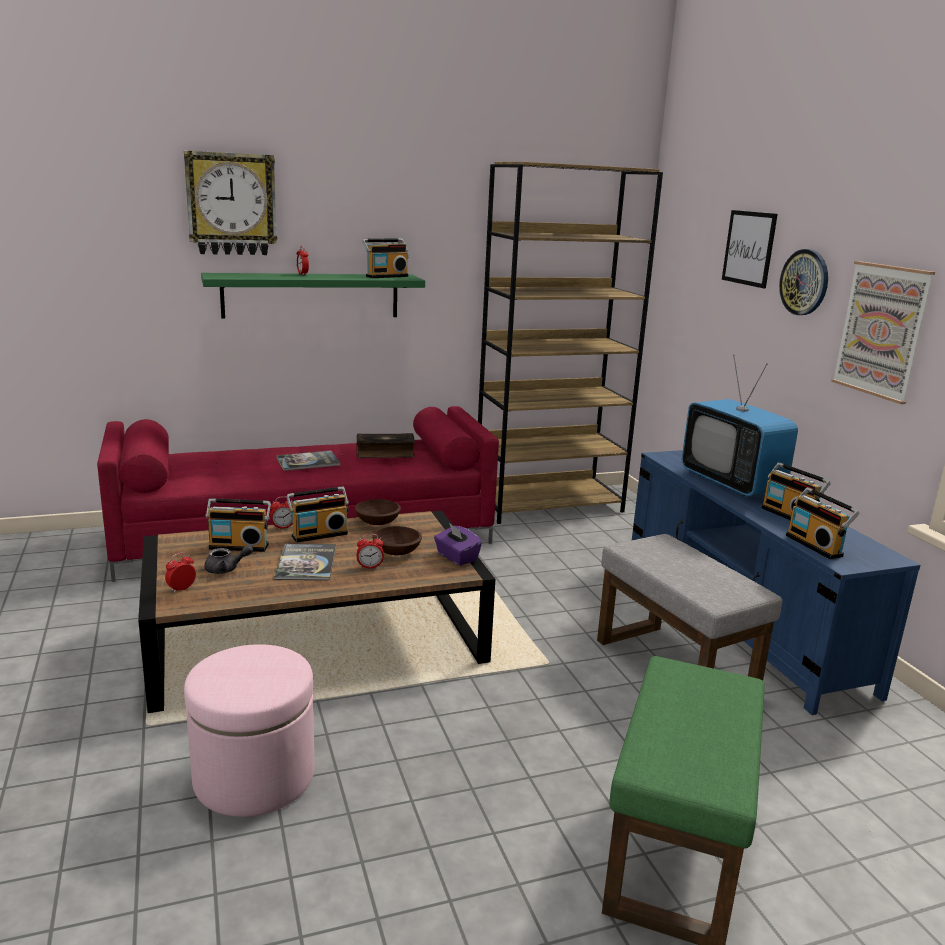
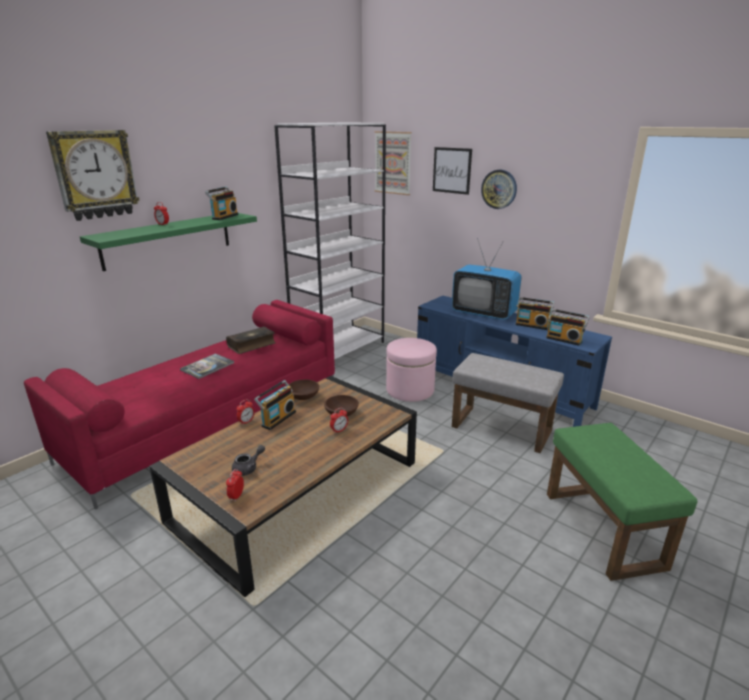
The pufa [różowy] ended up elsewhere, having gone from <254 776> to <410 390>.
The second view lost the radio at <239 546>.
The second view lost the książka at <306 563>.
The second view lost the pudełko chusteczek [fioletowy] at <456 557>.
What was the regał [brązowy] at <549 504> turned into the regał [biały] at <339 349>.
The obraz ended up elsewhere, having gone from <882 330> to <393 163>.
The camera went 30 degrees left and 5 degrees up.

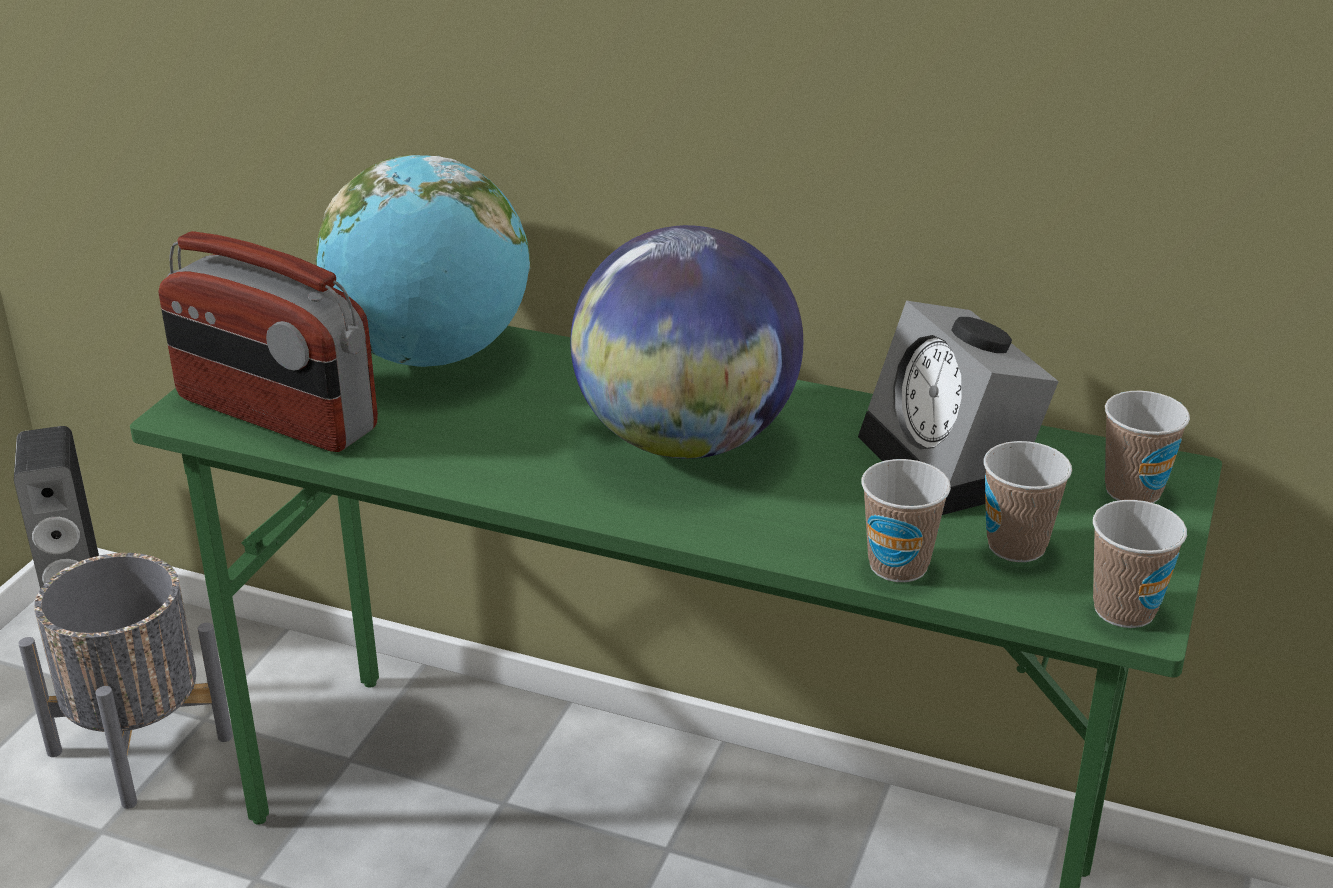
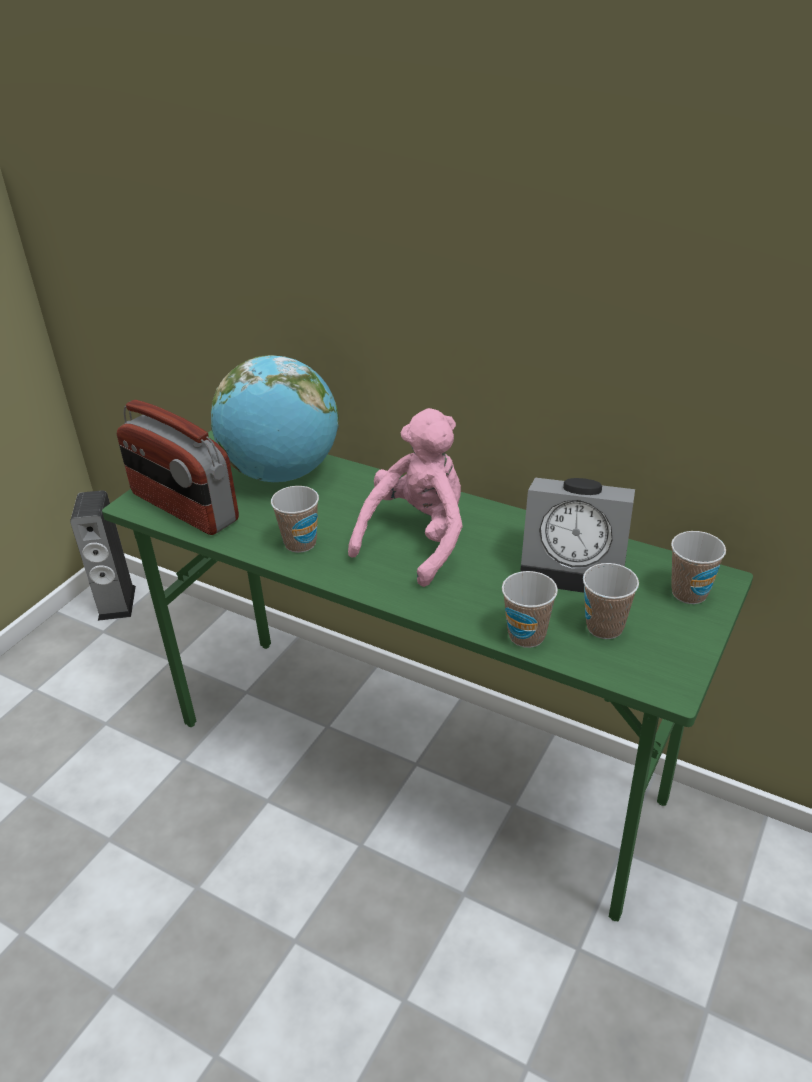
The second view lost the donica [szary] at <140 744>.
Where the globus stood at <686 441>, the pluszak [różowy] came to stand at <418 540>.
The budzik at <952 465> ended up facing another way, 60 degrees counterclockwise from before.
The filiżanka ended up elsewhere, having gone from <1124 610> to <300 543>.
The camera went 10 degrees right and 5 degrees up.

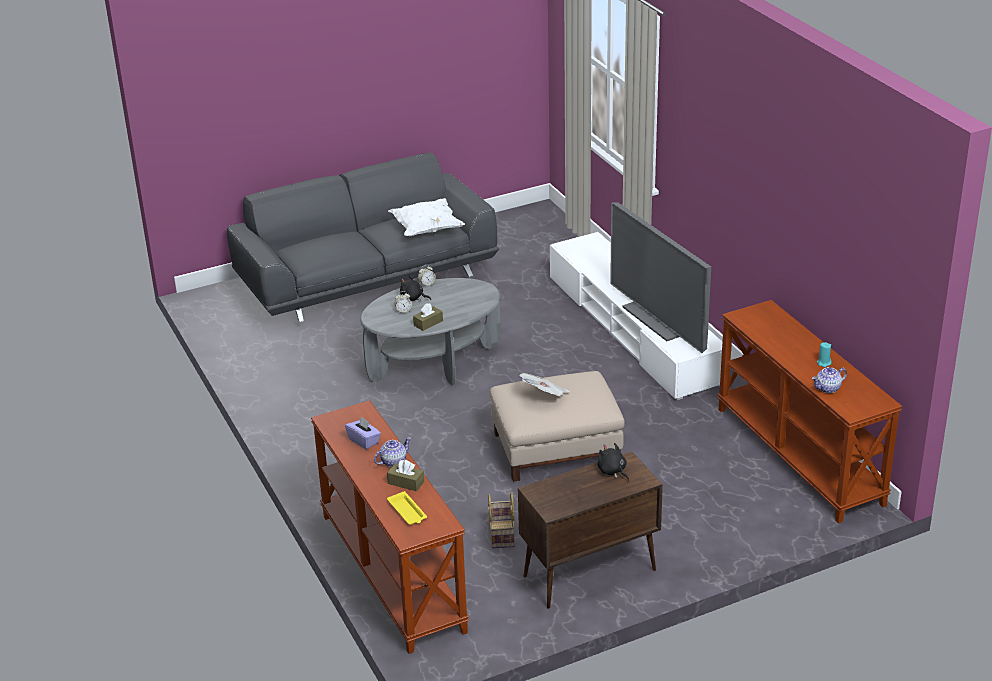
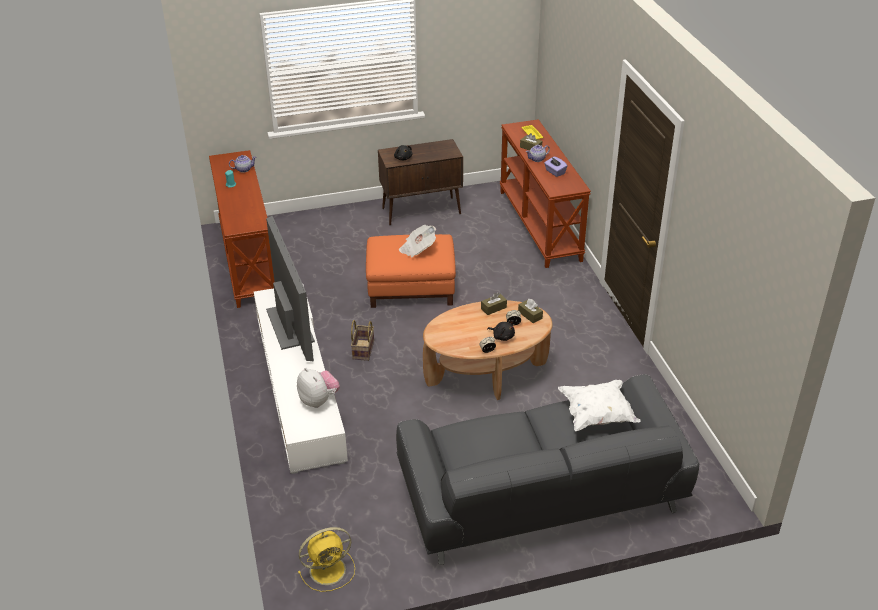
What was the ława [szary] at <434 363> turned into the ława [brązowy] at <486 374>.
The poduszka [biały] ended up elsewhere, having gone from <426 230> to <597 415>.
The koszyk ended up elsewhere, having gone from <502 535> to <362 349>.
What was the pufa [beżowy] at <556 449> turned into the pufa [pomarańczowy] at <411 287>.
The second view gained the pluszak at <319 400>.
The second view gained the wentylator [żółty] at <329 569>.
The second view gained the pudełko chusteczek [brązowy] at <530 315>.
The camera went 170 degrees left and 5 degrees up.

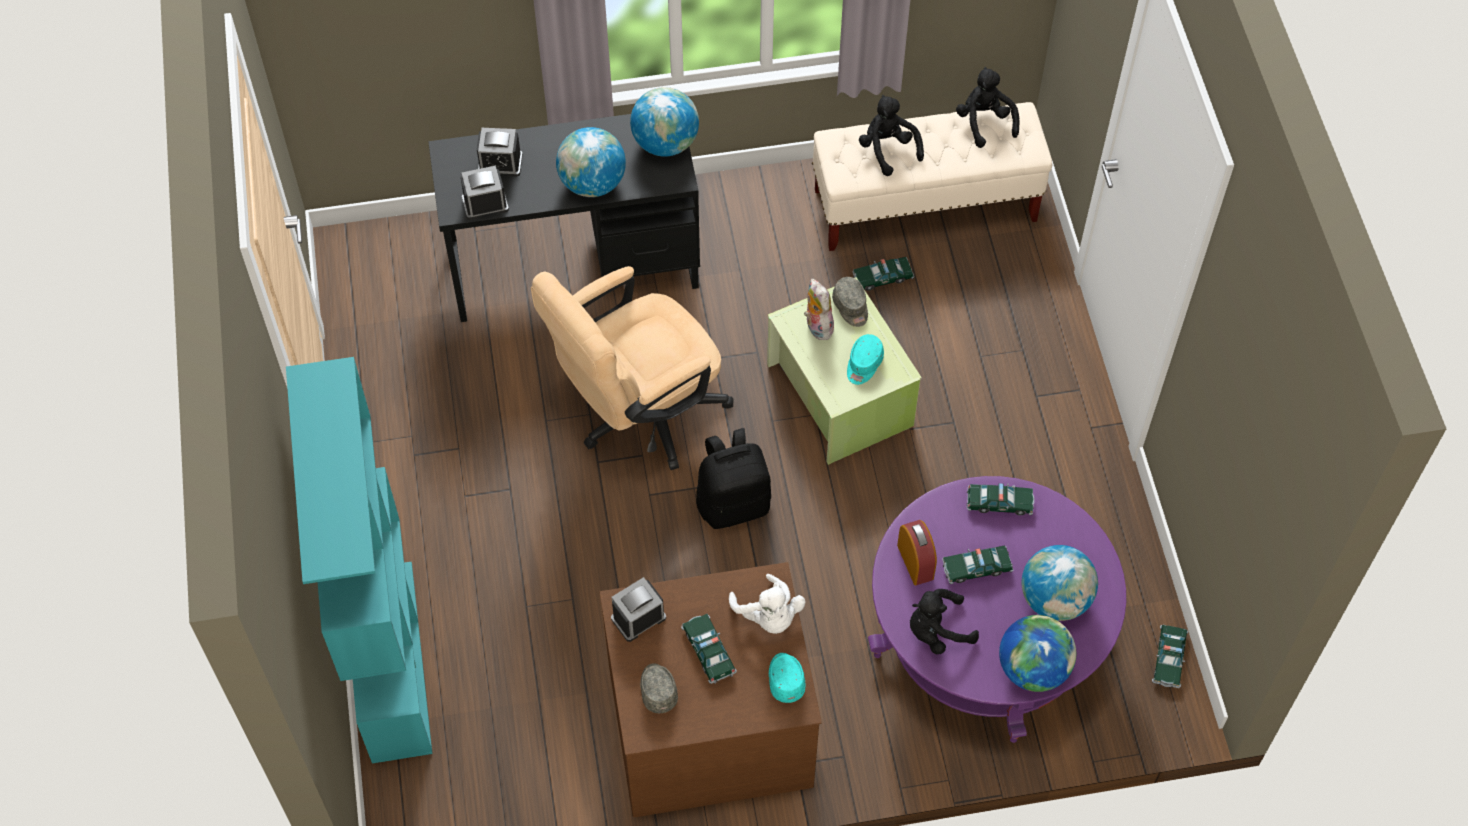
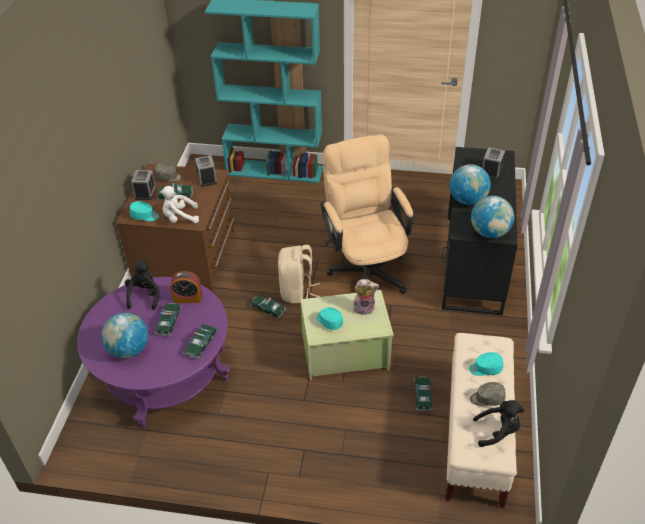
The budzik ended up elsewhere, having gone from <485 204> to <145 192>.
What was the plecak [czarny] at <733 503> turned into the plecak [beżowy] at <297 291>.
The czapka z daszkiem [szary] ended up elsewhere, having gone from <851 307> to <487 399>.
Where the pluszak [czarny] stood at <888 149>, the czapka z daszkiem [turkusowy] came to stand at <485 368>.
The second view lost the globus at <1033 669>.
The samochodzik ended up elsewhere, having gone from <1168 659> to <268 309>.
The camera went 110 degrees right and 15 degrees down.

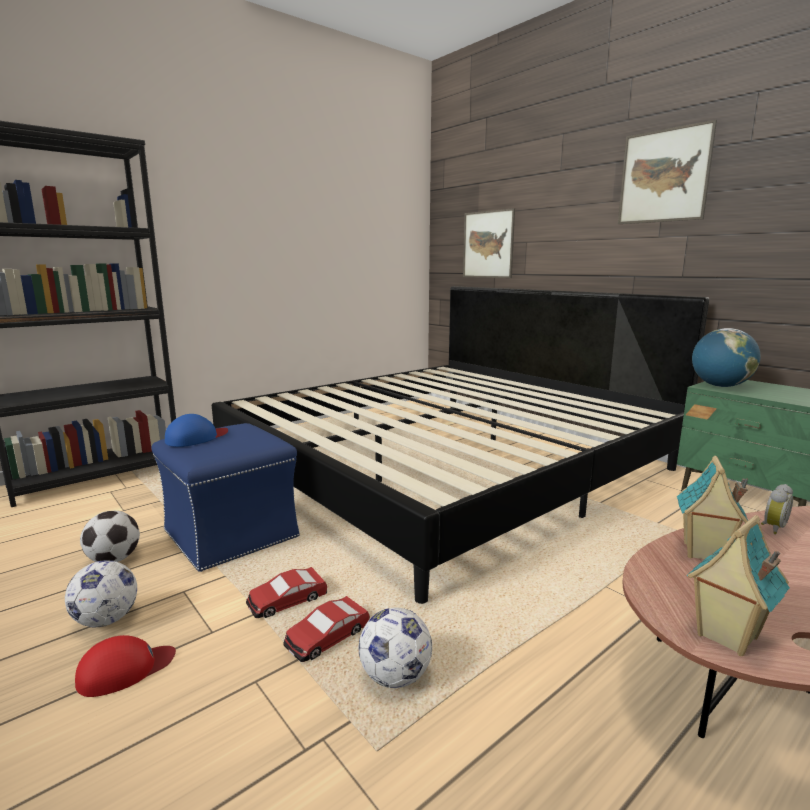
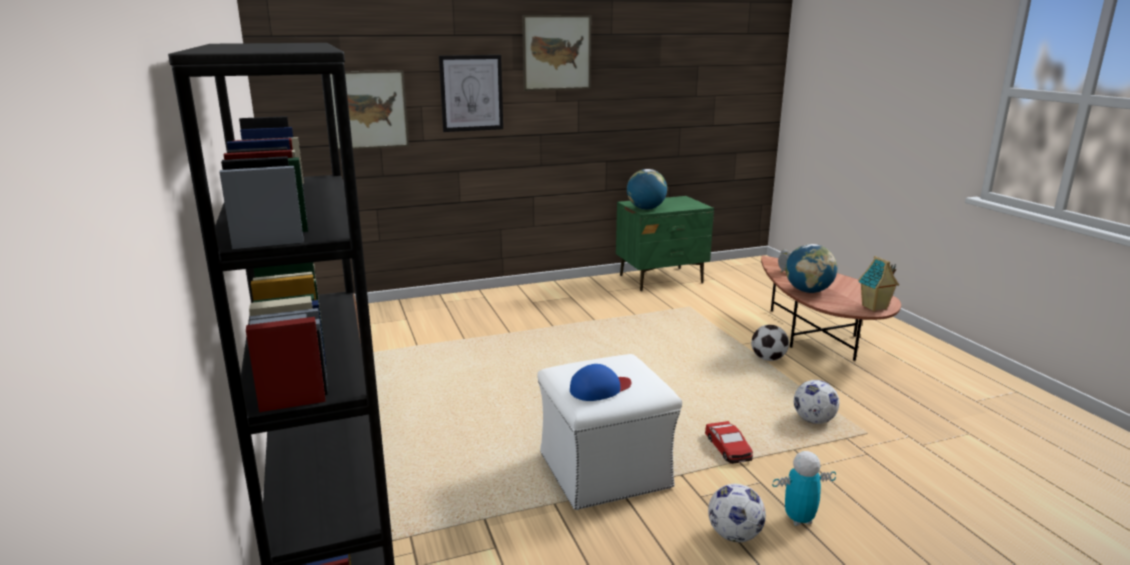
Where the czapka z daszkiem [czerwony] stood at <125 669>, the robot zabawkowy came to stand at <799 519>.
The piłka futbolowa ended up elsewhere, having gone from <114 559> to <768 359>.
What was the pufa [niebieski] at <232 534> turned into the pufa [biały] at <606 470>.
The czapka z daszkiem [niebieski] at <196 438> ended up facing another way, 90 degrees clockwise from before.
The second view lost the łóżko at <445 464>.
The second view lost the samochodzik at <327 637>.
Where the domek stood at <703 553>, the globus came to stand at <808 291>.
The second view gained the obraz at <471 93>.
The camera went 70 degrees left and 5 degrees up.

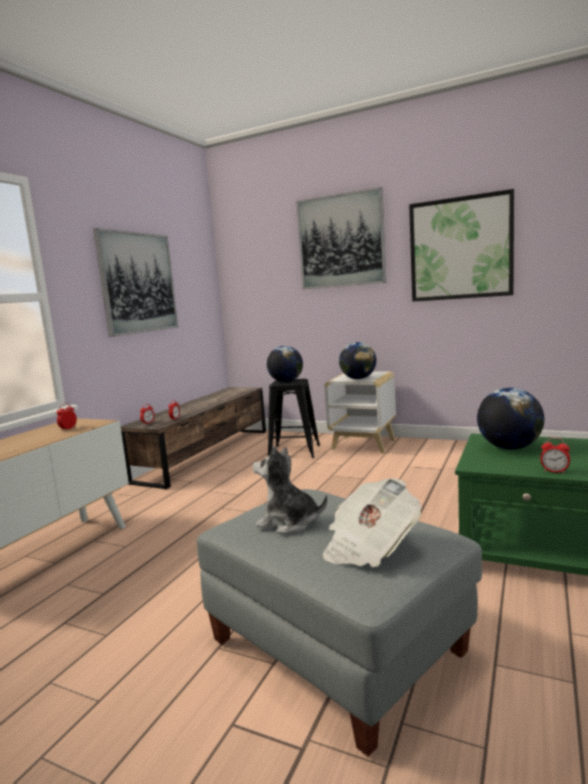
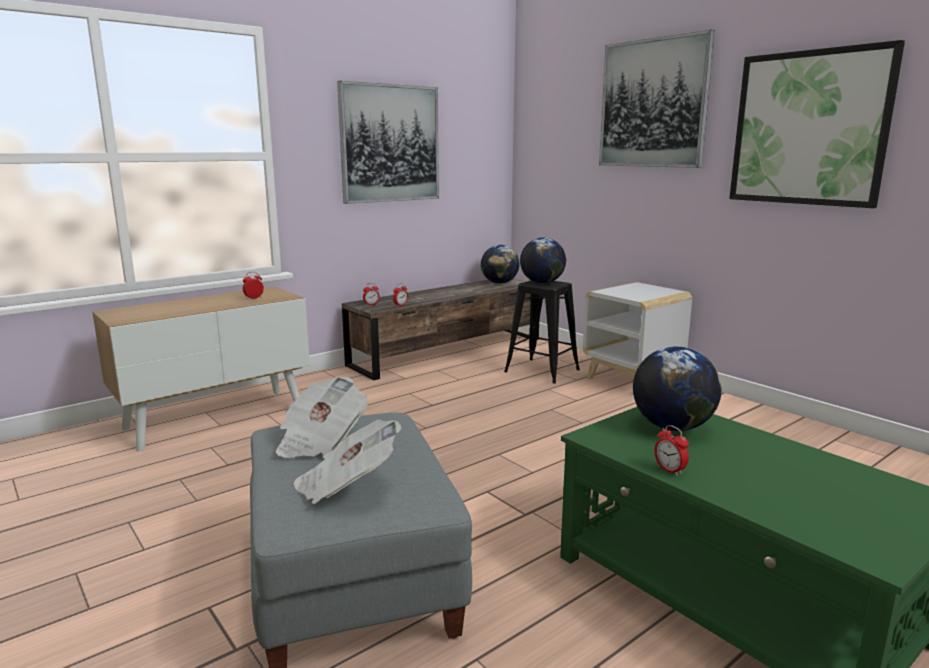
Where the pluszak stood at <289 522>, the gazeta came to stand at <320 441>.
The globus ended up elsewhere, having gone from <358 378> to <499 283>.
The camera went 25 degrees right and 5 degrees up.

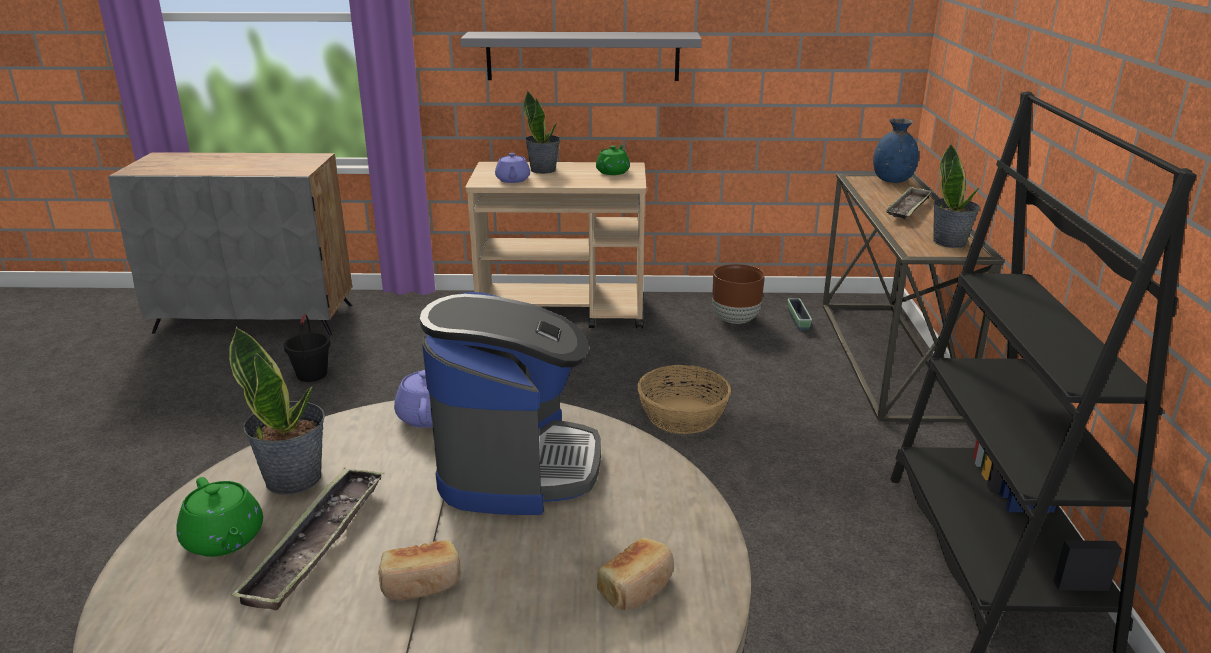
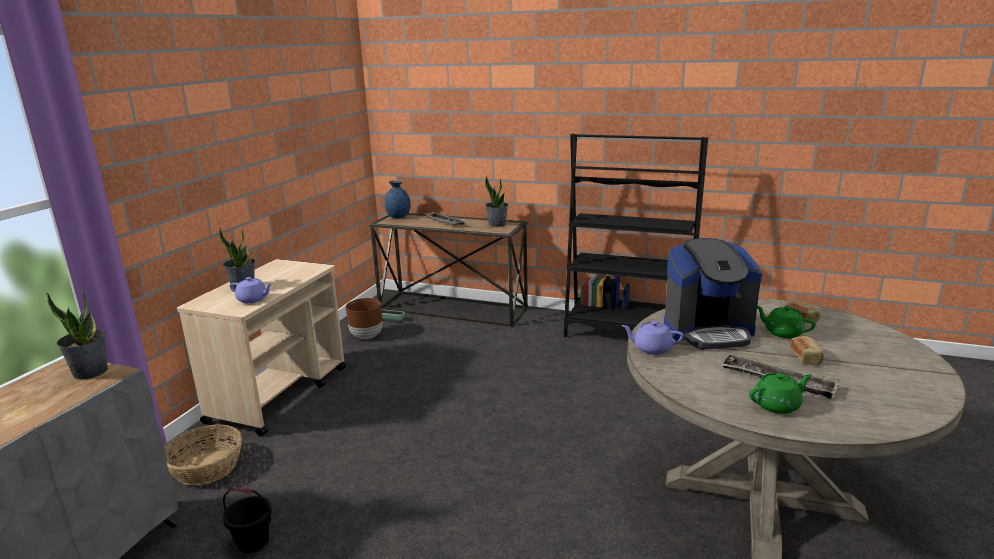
The roślina doniczkowa ended up elsewhere, having gone from <294 478> to <90 372>.
The ekspres do kawy at <516 465> ended up facing another way, 150 degrees clockwise from before.
The second view lost the półka [szary] at <582 56>.
The imbryk [zielony] ended up elsewhere, having gone from <613 172> to <782 332>.
The koszyk ended up elsewhere, having gone from <682 415> to <206 468>.
The camera went 70 degrees left and 5 degrees down.

